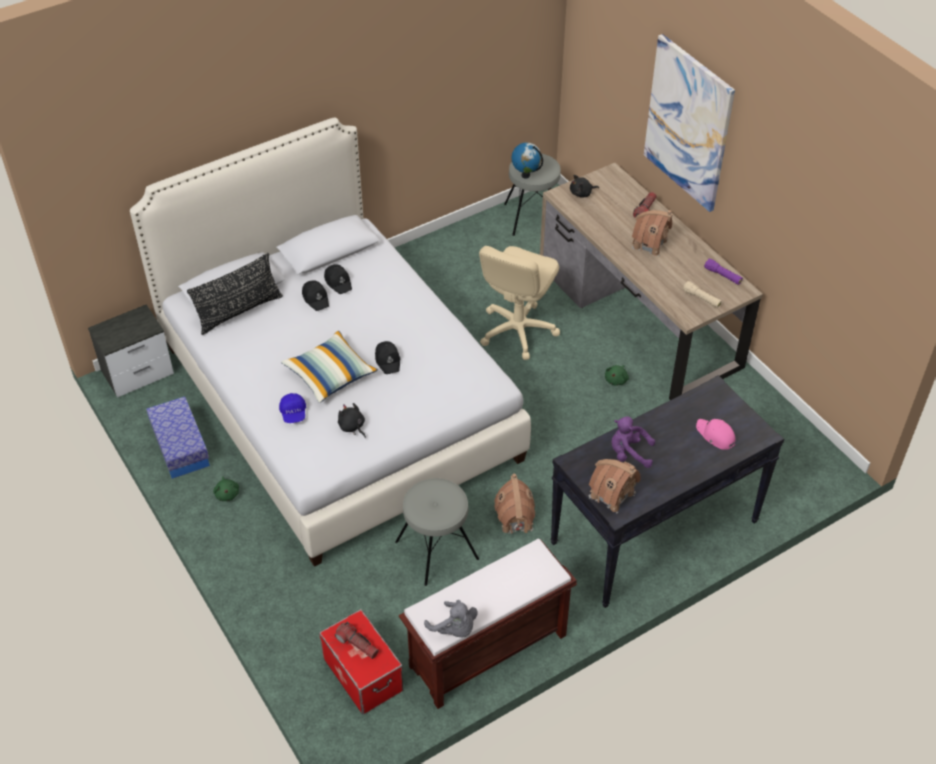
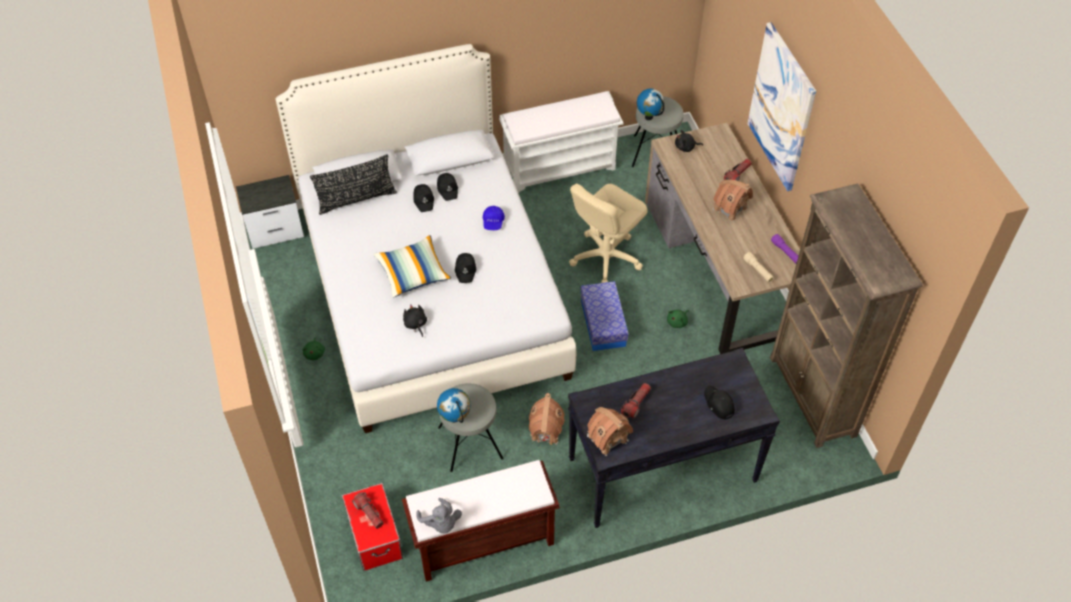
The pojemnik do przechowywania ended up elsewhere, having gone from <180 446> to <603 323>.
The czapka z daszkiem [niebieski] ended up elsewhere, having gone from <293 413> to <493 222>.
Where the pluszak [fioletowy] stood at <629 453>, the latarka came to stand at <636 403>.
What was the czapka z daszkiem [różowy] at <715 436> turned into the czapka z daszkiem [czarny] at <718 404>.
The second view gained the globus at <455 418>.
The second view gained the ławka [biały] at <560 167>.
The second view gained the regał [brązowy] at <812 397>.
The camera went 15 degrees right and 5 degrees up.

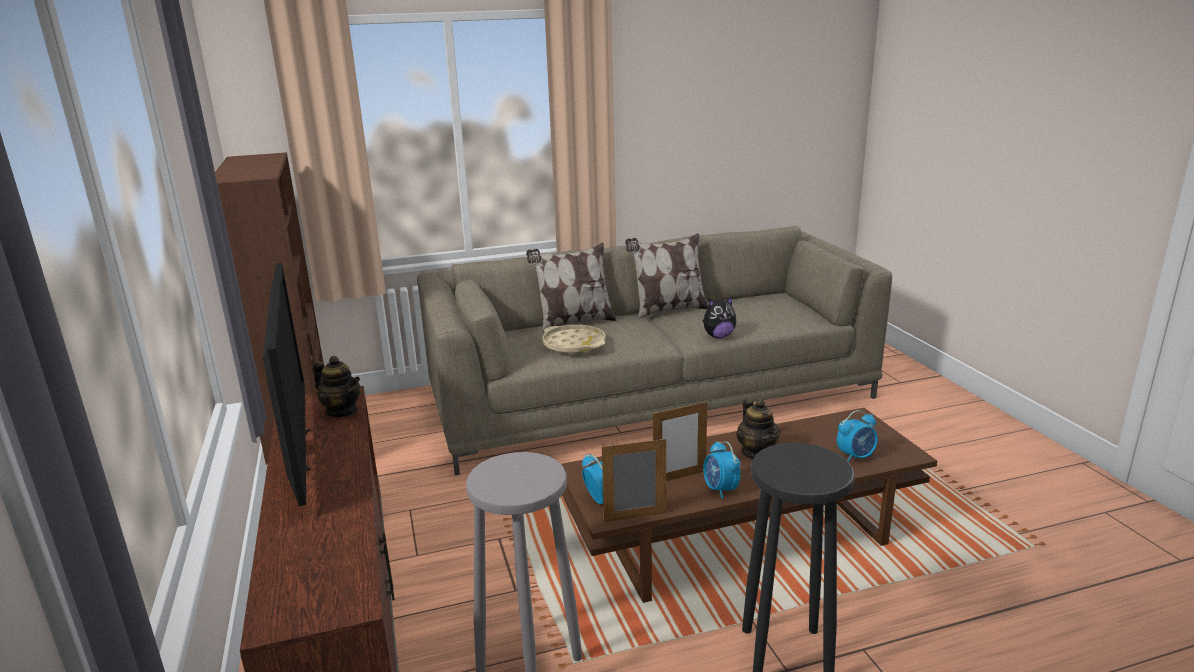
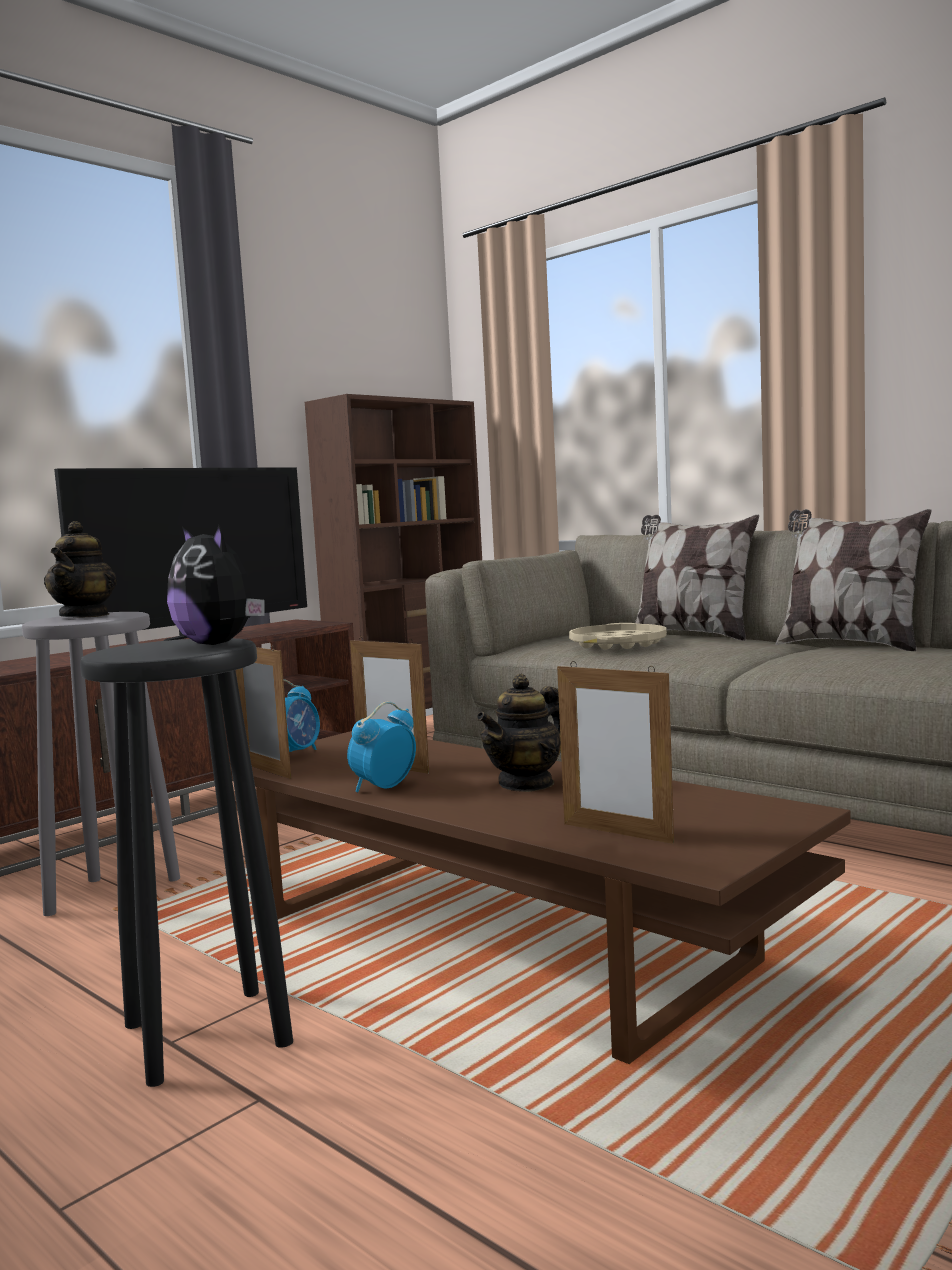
The imbryk ended up elsewhere, having gone from <342 411> to <85 616>.
The pluszak ended up elsewhere, having gone from <718 336> to <219 644>.
Where the budzik stood at <856 456>, the ramka na zdjęcie came to stand at <617 833>.
The camera went 60 degrees right and 15 degrees down.

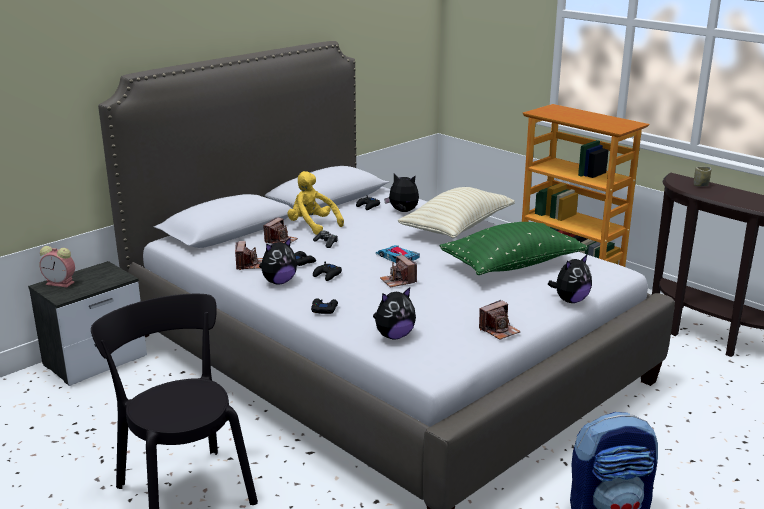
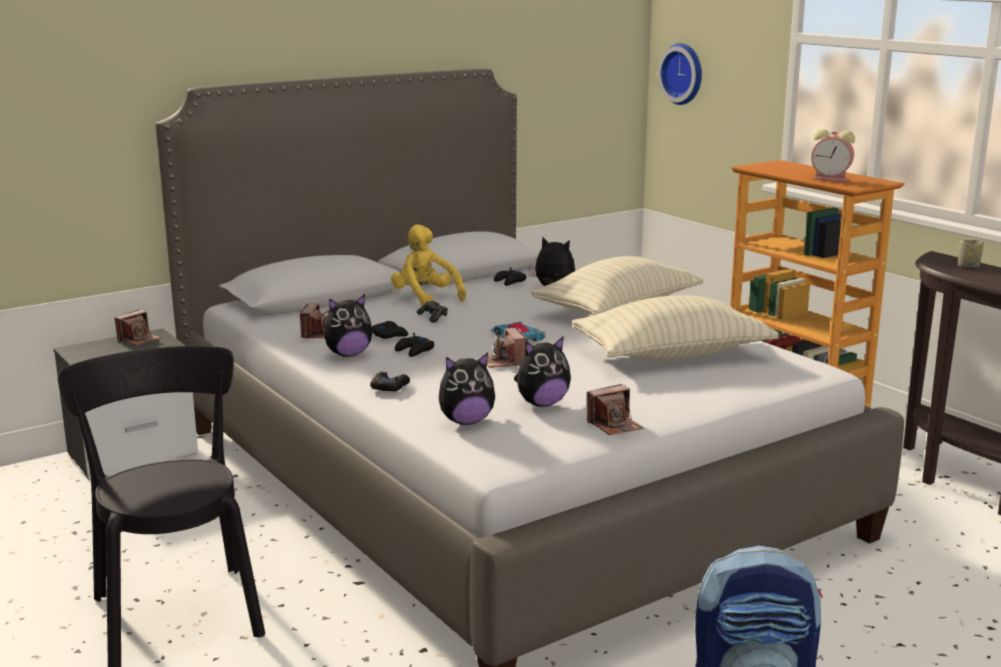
The budzik ended up elsewhere, having gone from <61 283> to <832 179>.
The aparat fotograficzny ended up elsewhere, having gone from <280 241> to <139 339>.
What was the poduszka [zielony] at <512 265> turned into the poduszka [beżowy] at <672 355>.
The pluszak ended up elsewhere, having gone from <570 300> to <542 404>.
The second view gained the zegar ścienny at <684 73>.
The camera went 10 degrees right and 5 degrees down.

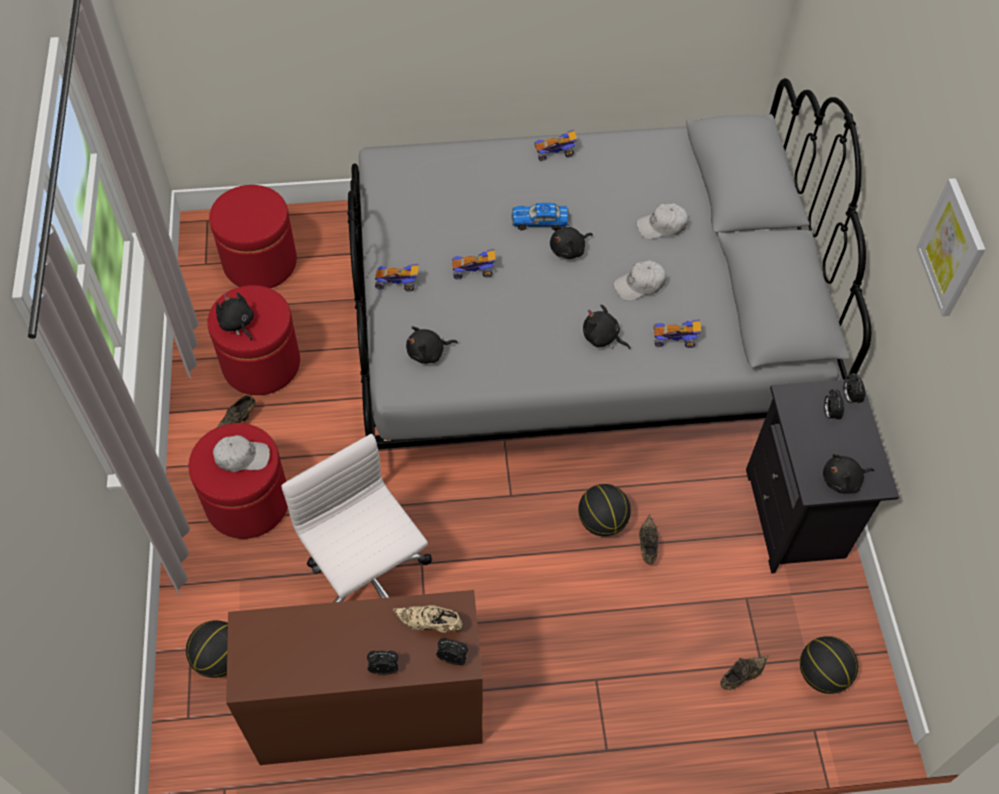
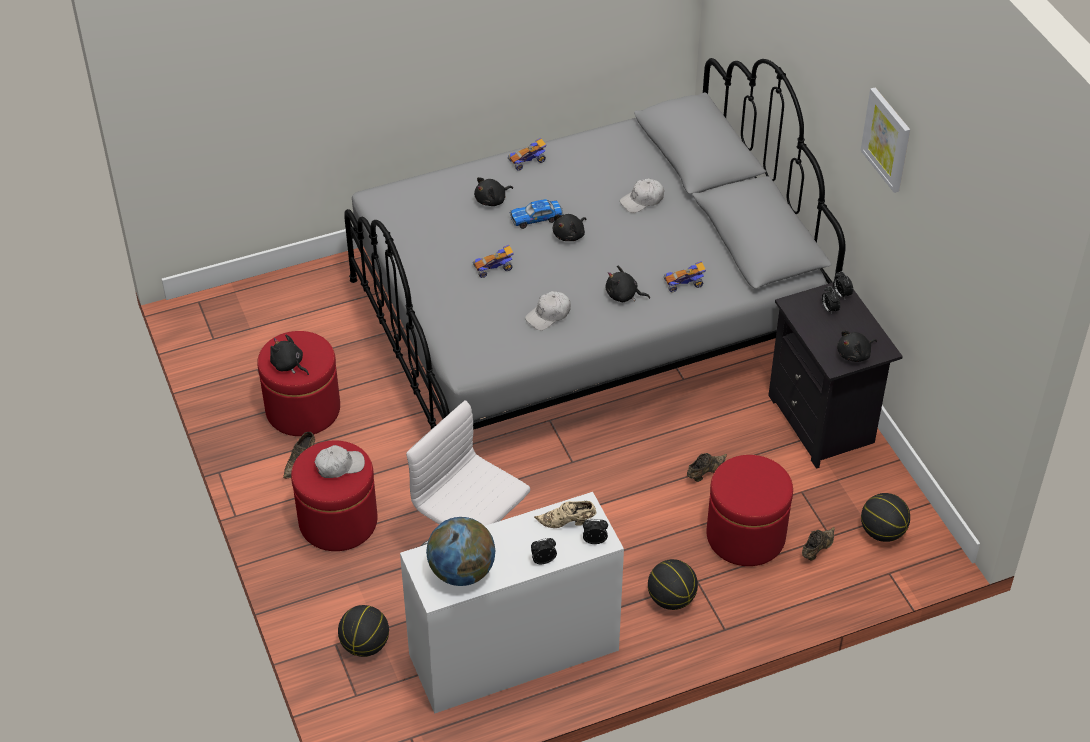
The pufa [czerwony] ended up elsewhere, having gone from <260 262> to <745 536>.
What was the biurko [brązowy] at <369 714> turned into the biurko [biały] at <514 653>.
The second view lost the samochodzik at <397 281>.
The pluszak [czarny] ended up elsewhere, having gone from <428 353> to <492 200>.
The piłka do koszykówki ended up elsewhere, having gone from <602 522> to <671 599>.
The czapka z daszkiem [biały] ended up elsewhere, having gone from <639 285> to <548 315>.
The but [brązowy] at <647 546> ended up facing another way, 60 degrees clockwise from before.
The second view gained the globus at <461 572>.
The camera went 15 degrees left and 10 degrees down.

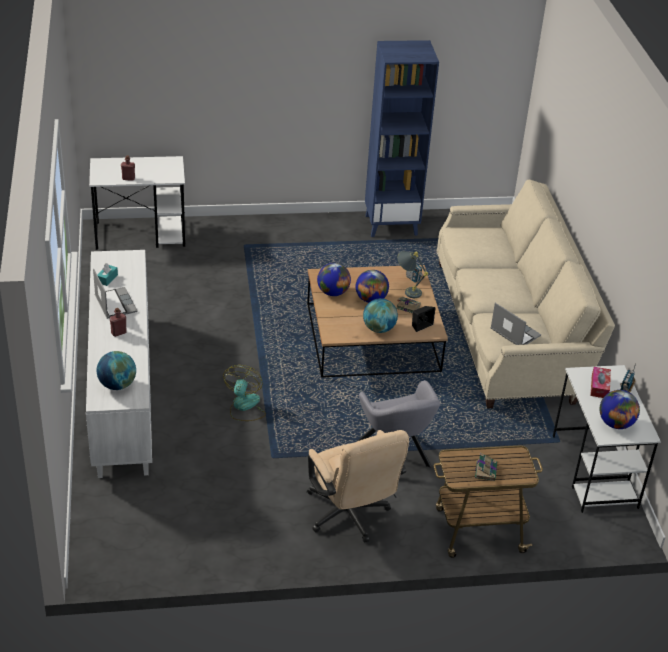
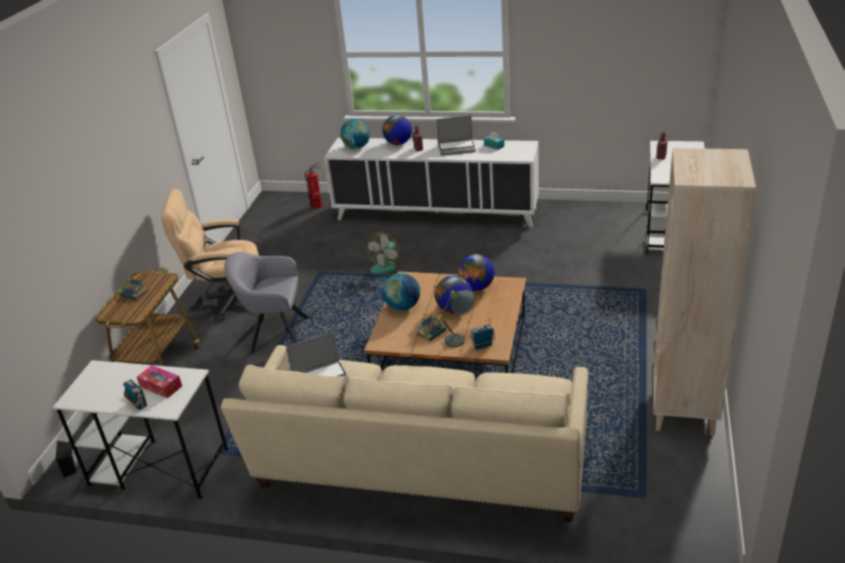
The wentylator at <244 407> ended up facing another way, 90 degrees clockwise from before.
What was the regał [niebieski] at <391 225> turned into the regał [beżowy] at <684 410>.
The głośnik [czarny] ended up elsewhere, having gone from <420 325> to <72 466>.
The globus ended up elsewhere, having gone from <615 423> to <398 143>.
The second view gained the gaśnica at <318 205>.
The camera went 115 degrees right and 5 degrees down.

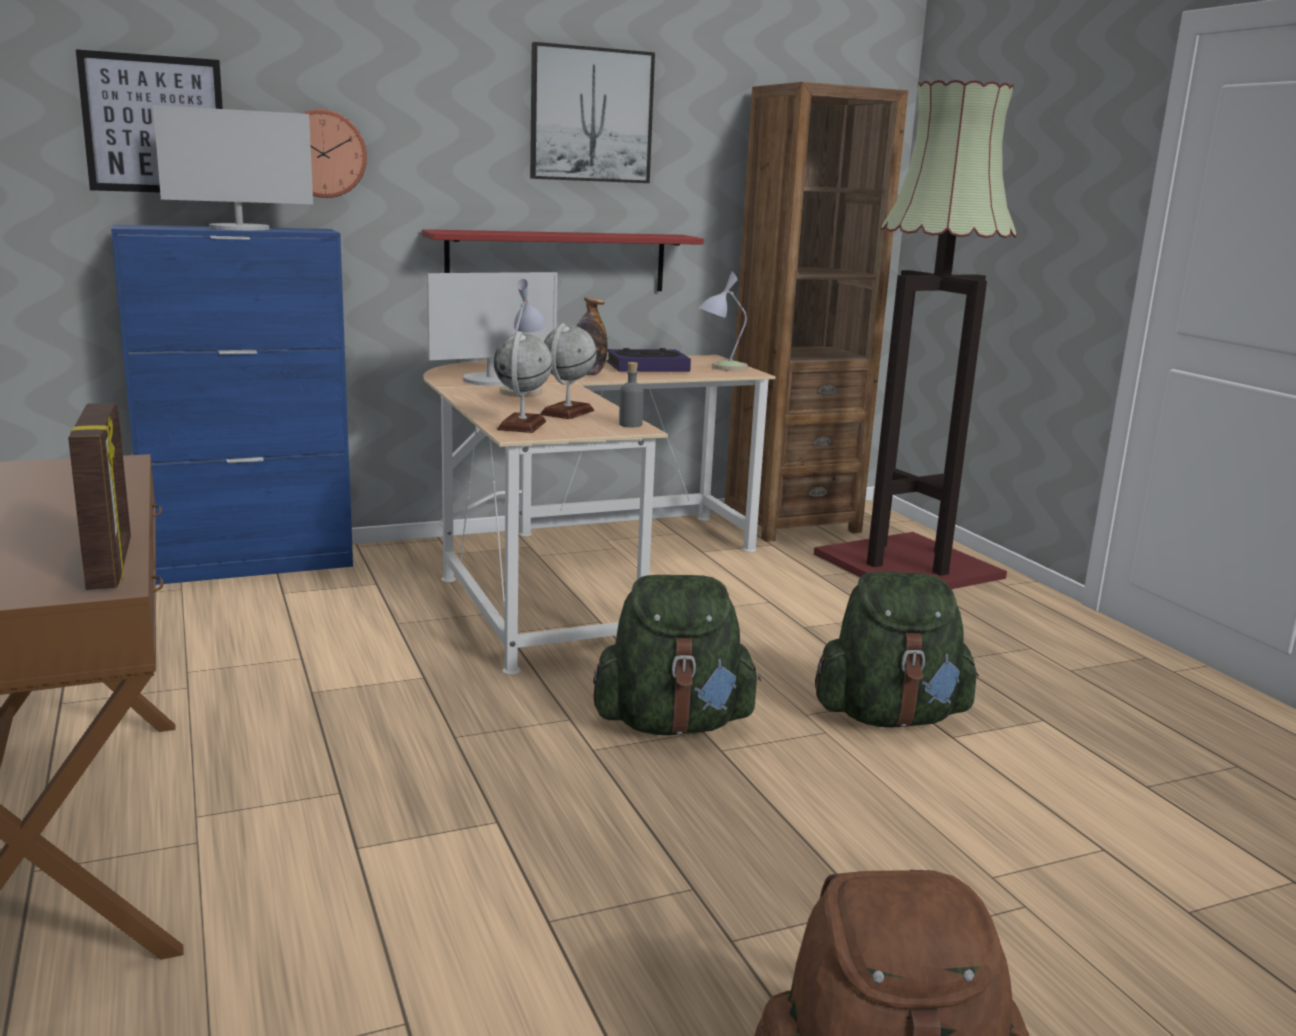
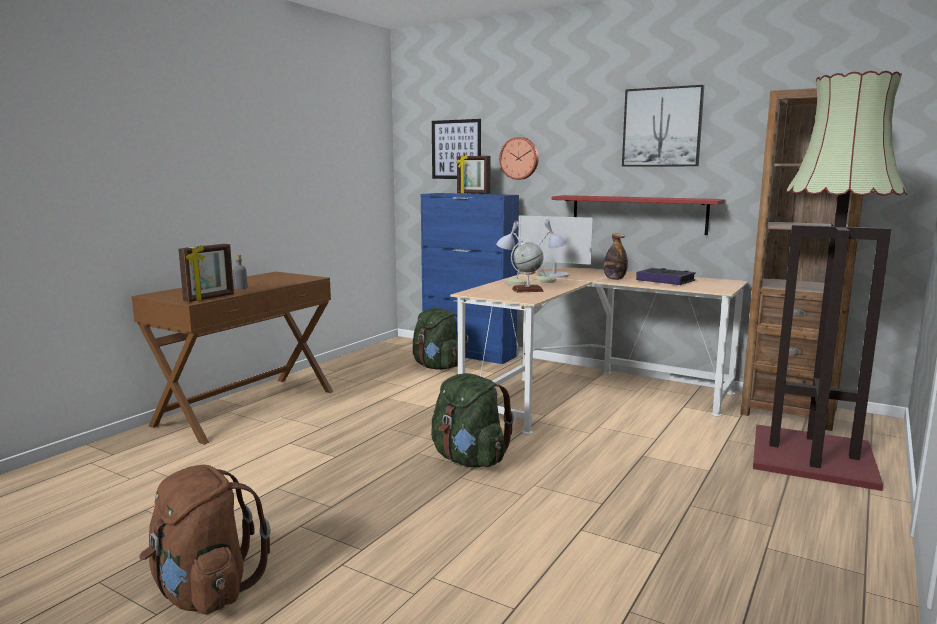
Where the monitor stood at <240 228>, the ramka na zdjęcie came to stand at <473 194>.
The second view lost the globus at <522 425>.
The butelka [szary] ended up elsewhere, having gone from <630 424> to <240 288>.
The lampa stołowa ended up elsewhere, having gone from <721 368> to <512 282>.
The plecak [zielony] ended up elsewhere, having gone from <890 716> to <437 367>.
The camera went 55 degrees right and 5 degrees down.

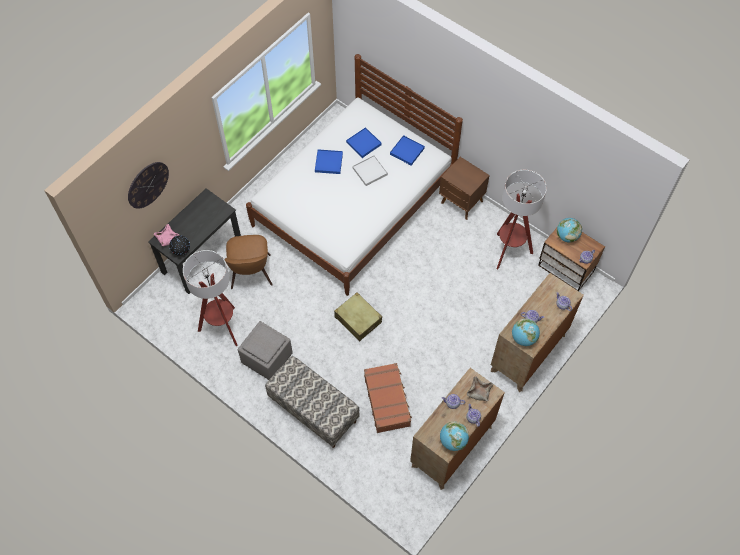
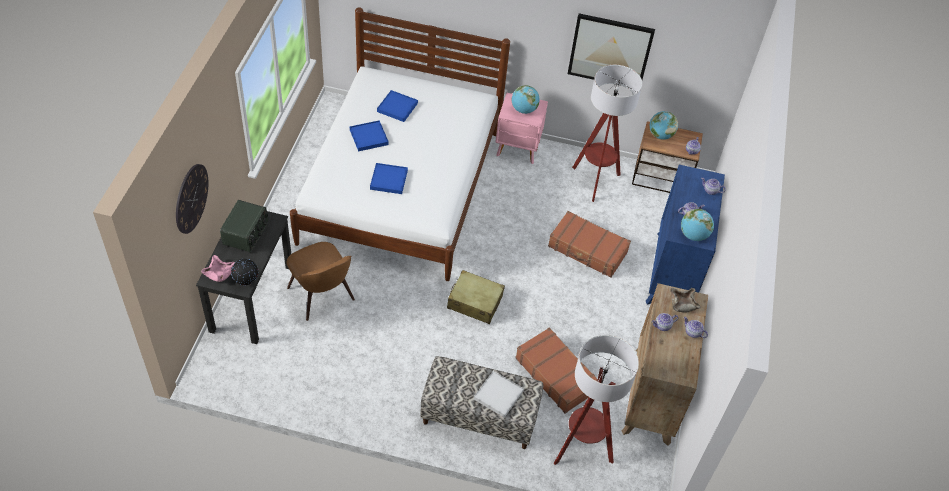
The lampa stojąca ended up elsewhere, having gone from <223 327> to <581 447>.
The second view lost the pufa [szary] at <267 358>.
The taca [biały] ended up elsewhere, having gone from <370 171> to <498 395>.
The taca [niebieski] ended up elsewhere, having gone from <407 151> to <389 180>.
What was the szafka nocna [brązowy] at <462 203> turned into the szafka nocna [różowy] at <518 149>.
The globus ended up elsewhere, having gone from <453 441> to <524 110>.
What was the komoda [brązowy] at <528 352> turned into the komoda [niebieski] at <673 272>.
The second view gained the radio at <246 233>.
The second view gained the walizka [brązowy] at <587 250>.
The second view gained the obraz at <610 51>.
The camera went 30 degrees left and 10 degrees down.

